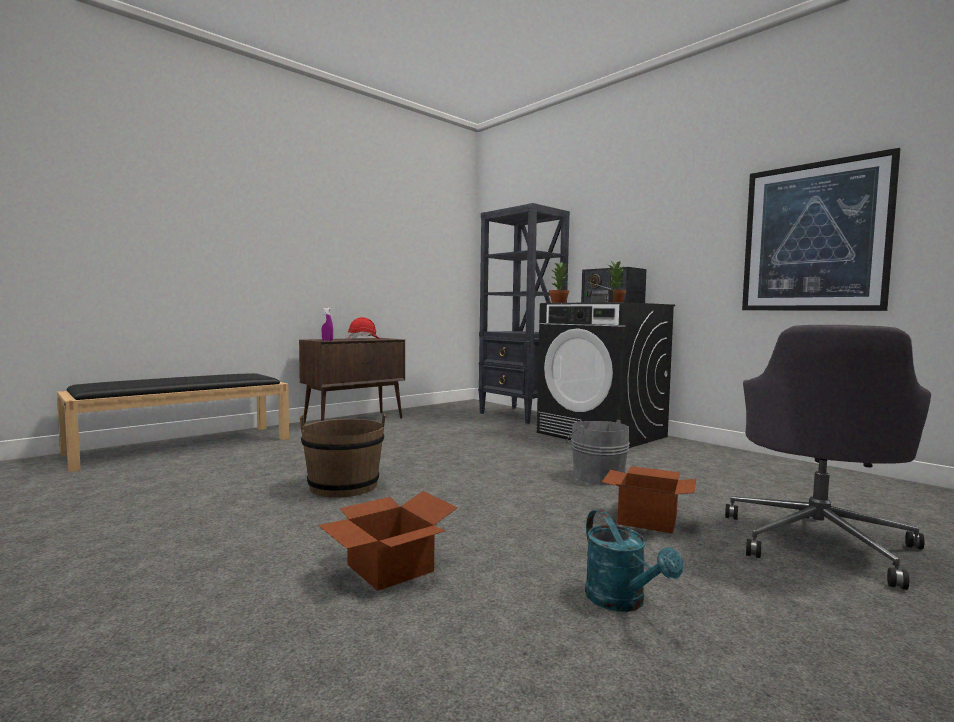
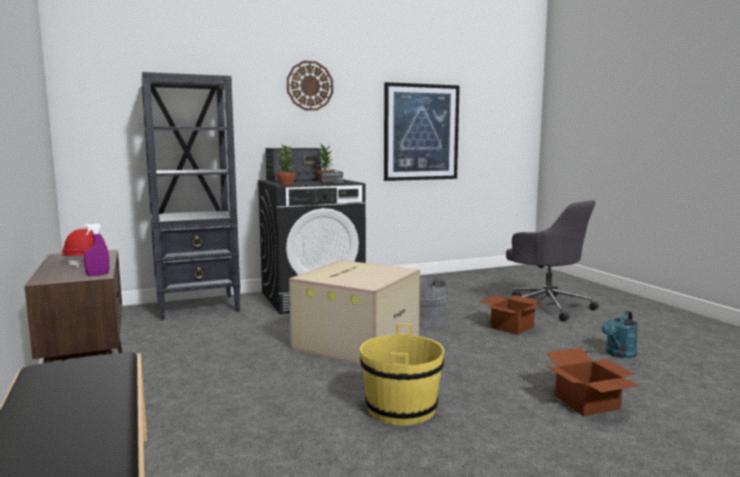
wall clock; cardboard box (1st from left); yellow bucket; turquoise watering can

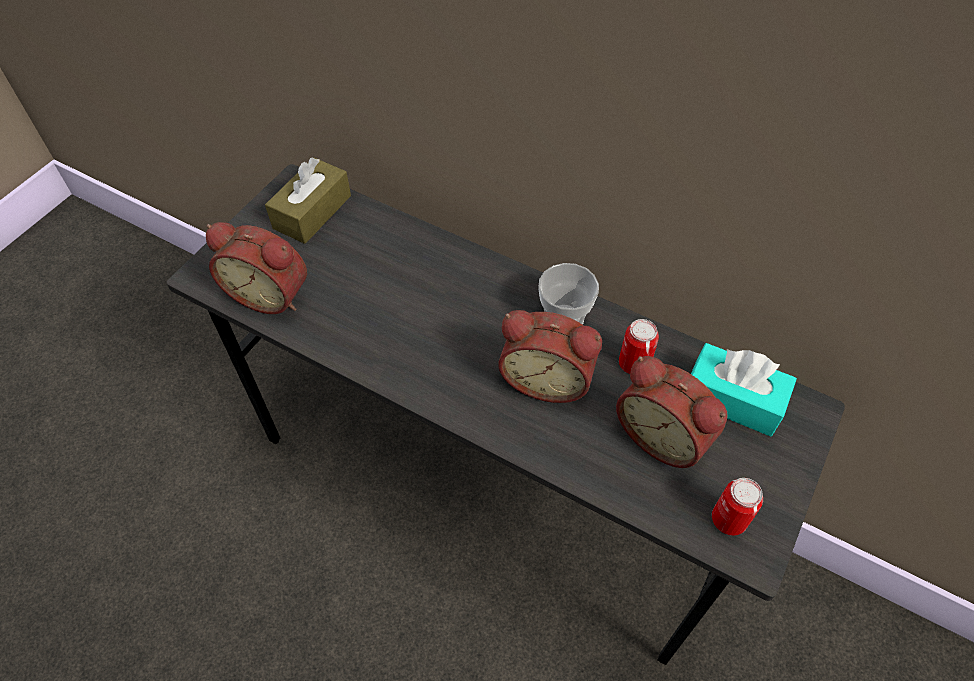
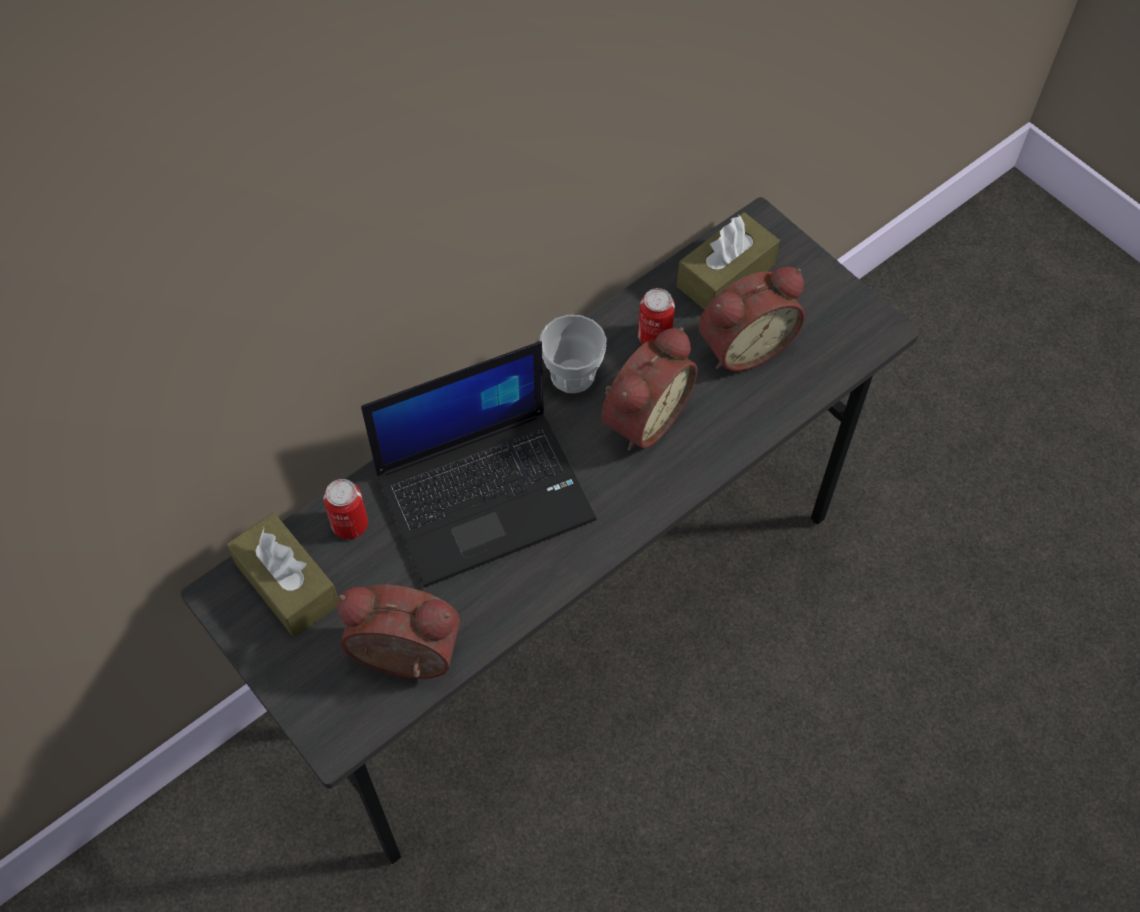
laptop; can (1st from left); brown tissue box (2nd from left); alarm clock (1st from left)

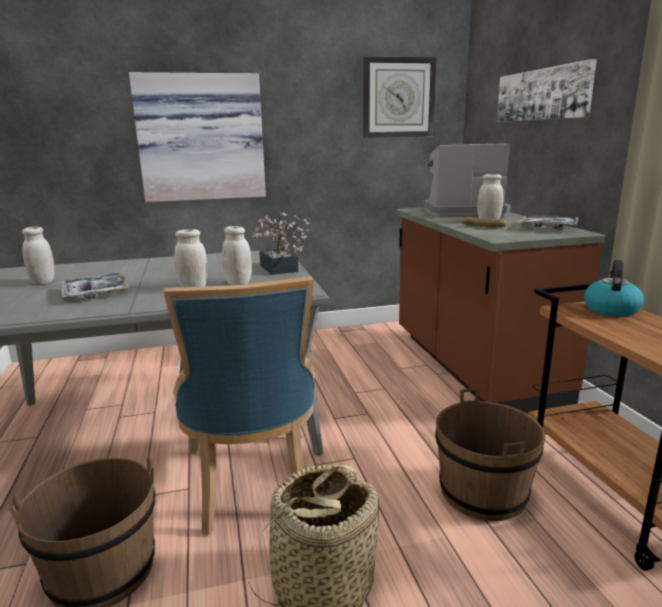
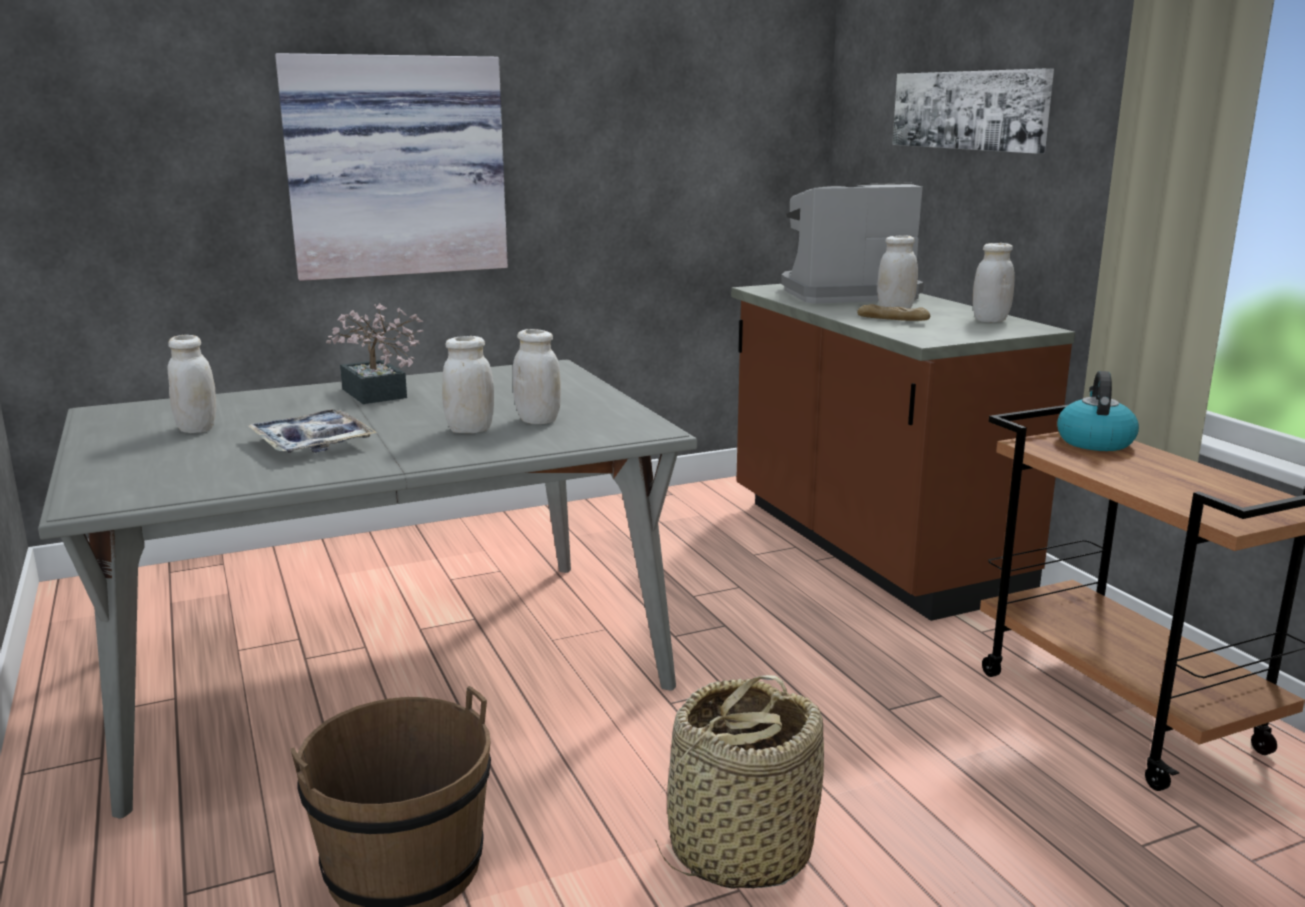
blue chair; wall clock; brown bucket (2nd from left in the first image); potted plant; white jar (5th from left)

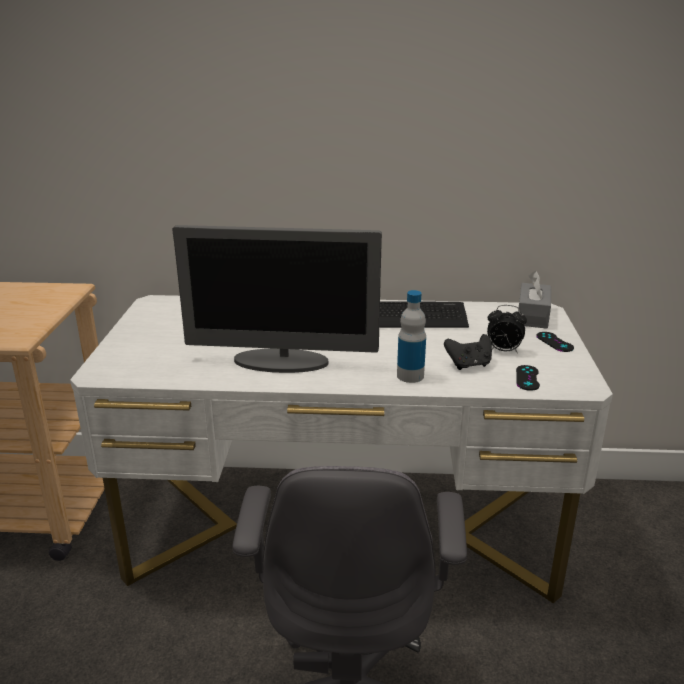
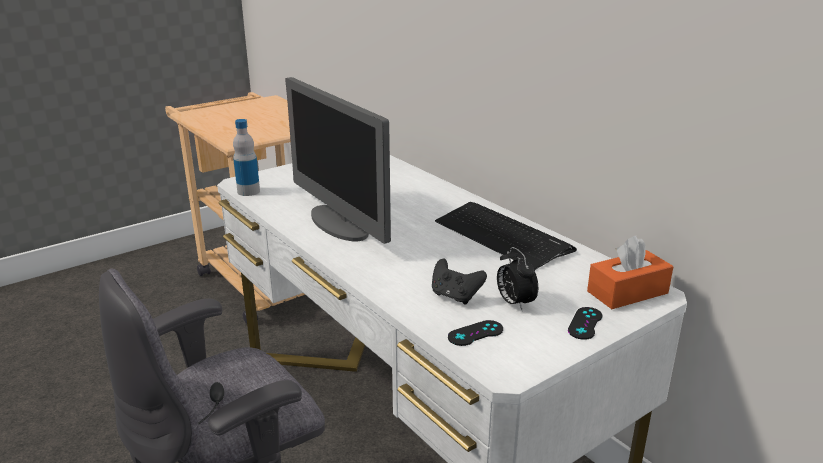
bottle; orange tissue box

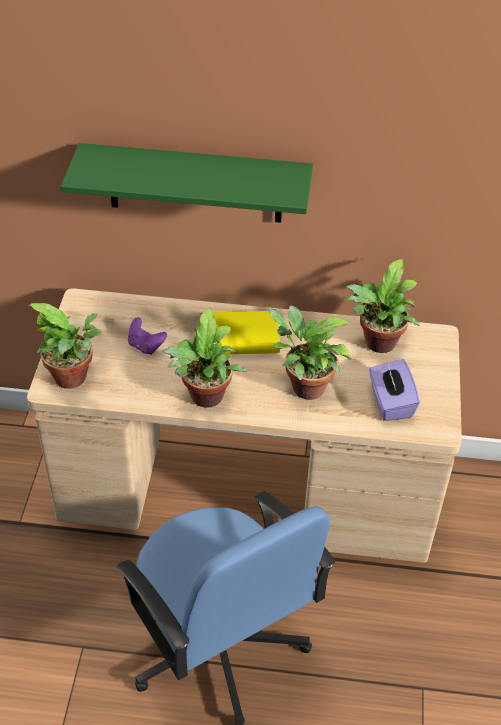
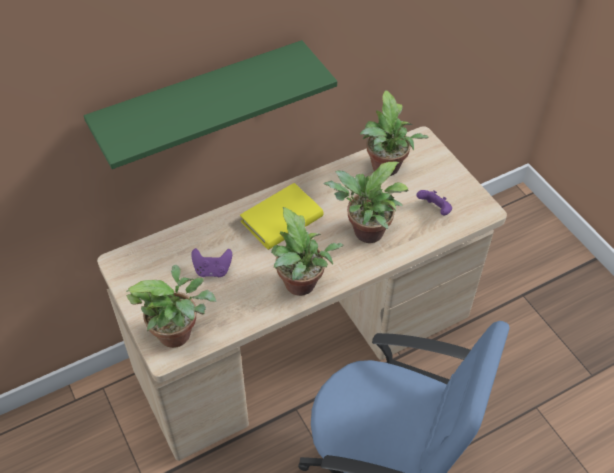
purple game controller (2nd from left)

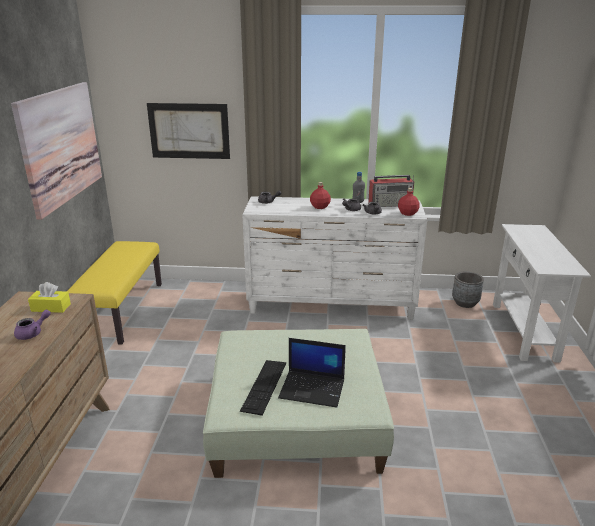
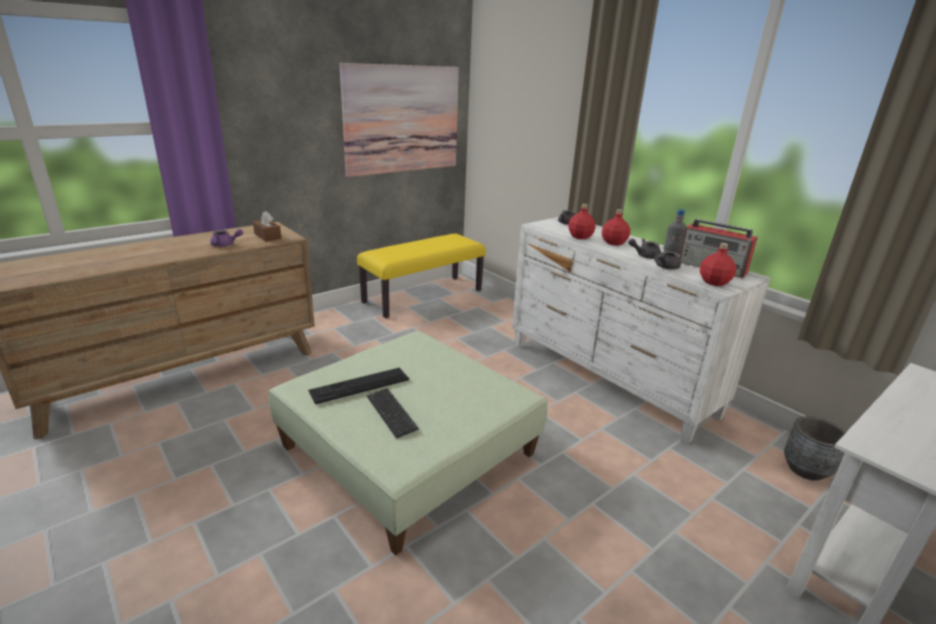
picture (2nd from left in the first image); red bottle (1st from left); keyboard (2nd from left); brown tissue box

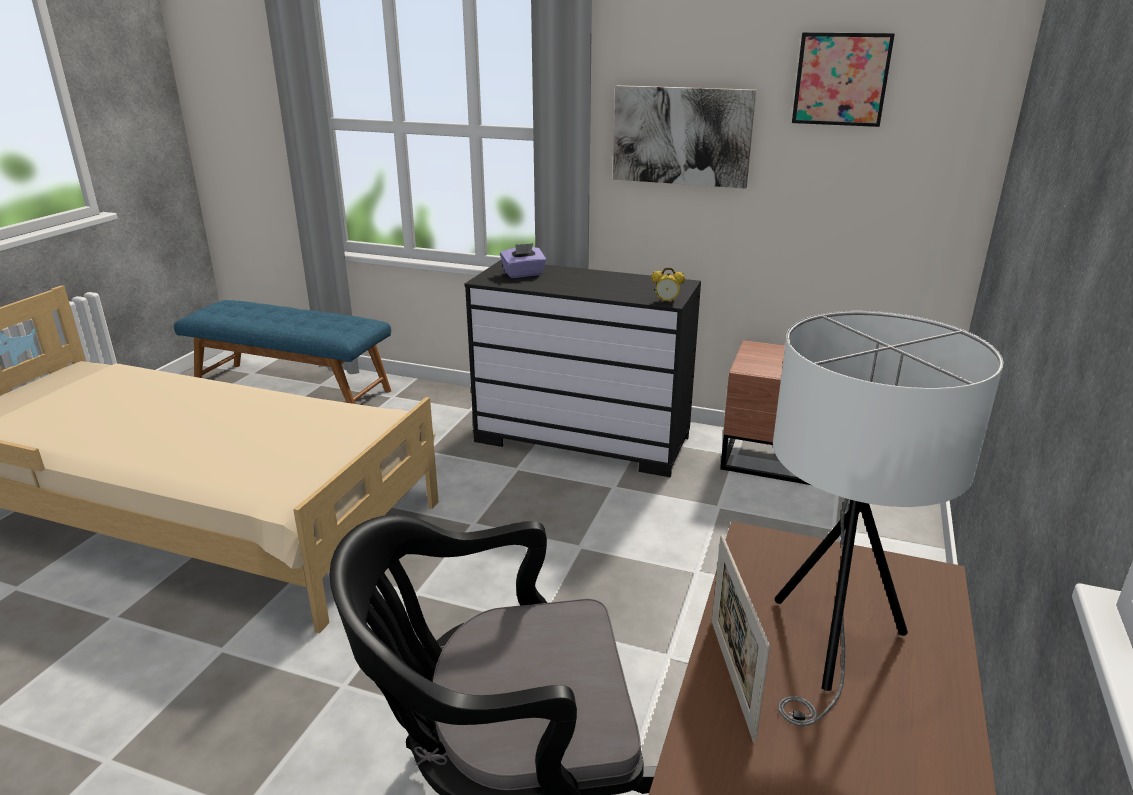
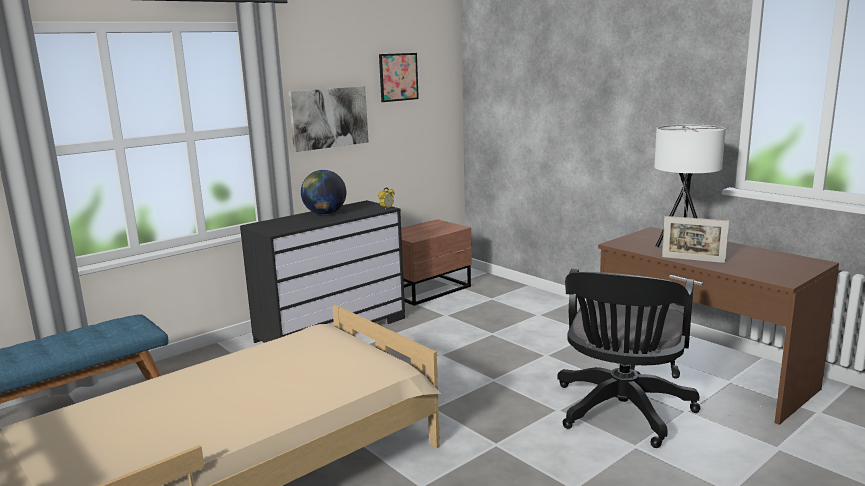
purple tissue box; globe

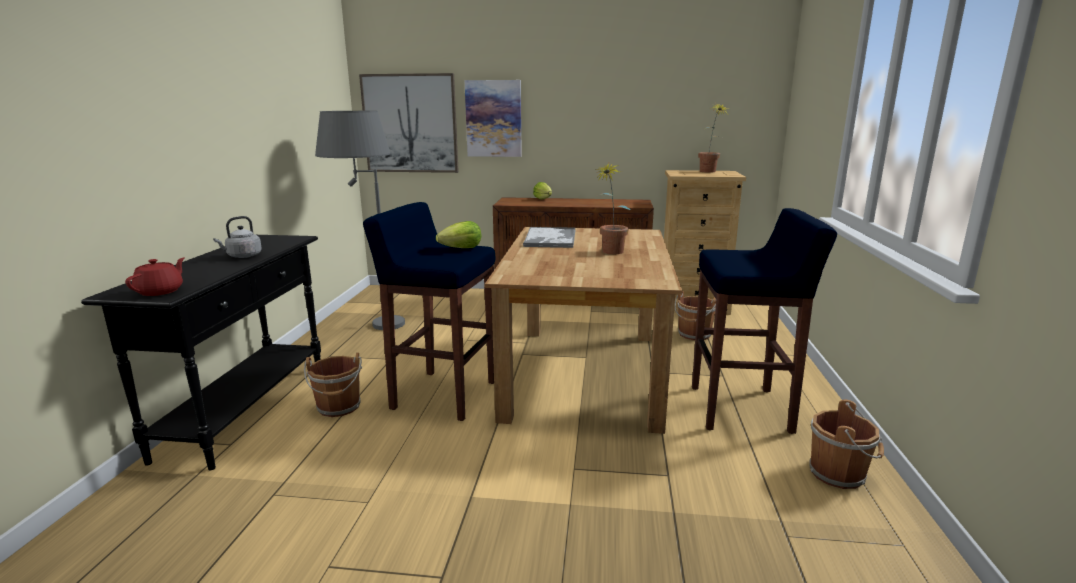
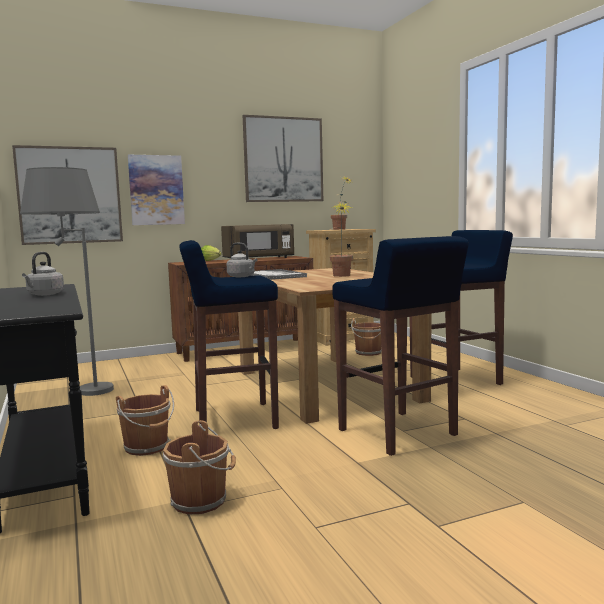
red teapot; brown microwave; picture (3rd from left); blue stool (2nd from left); brown bucket (2nd from left); grey kettle (2nd from left)

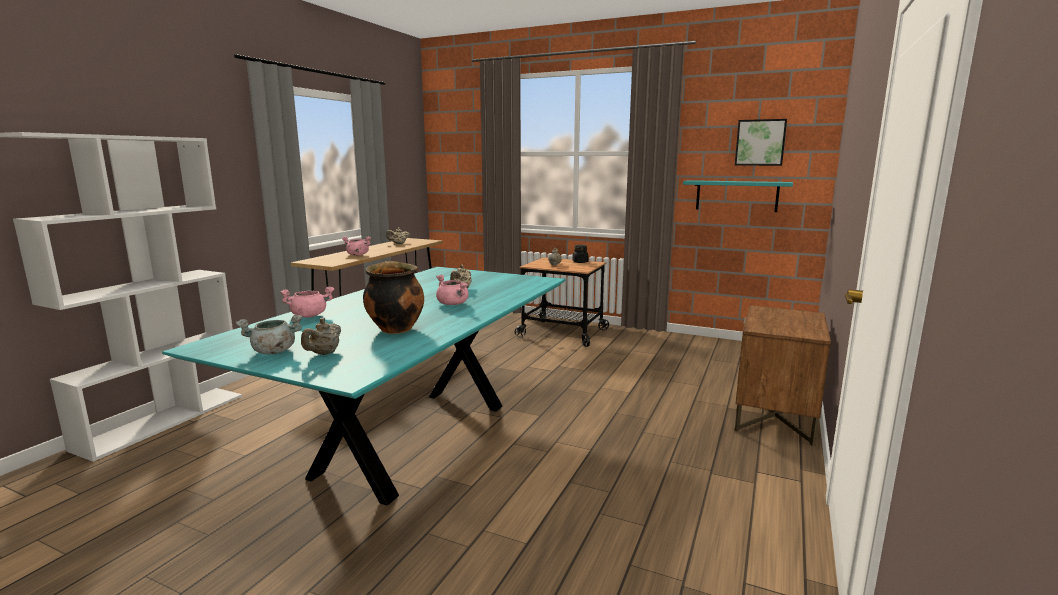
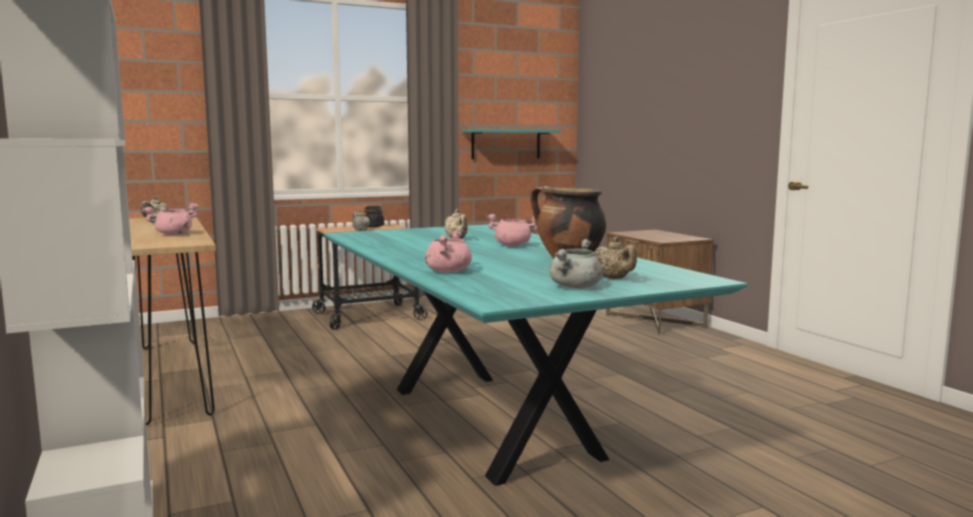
picture

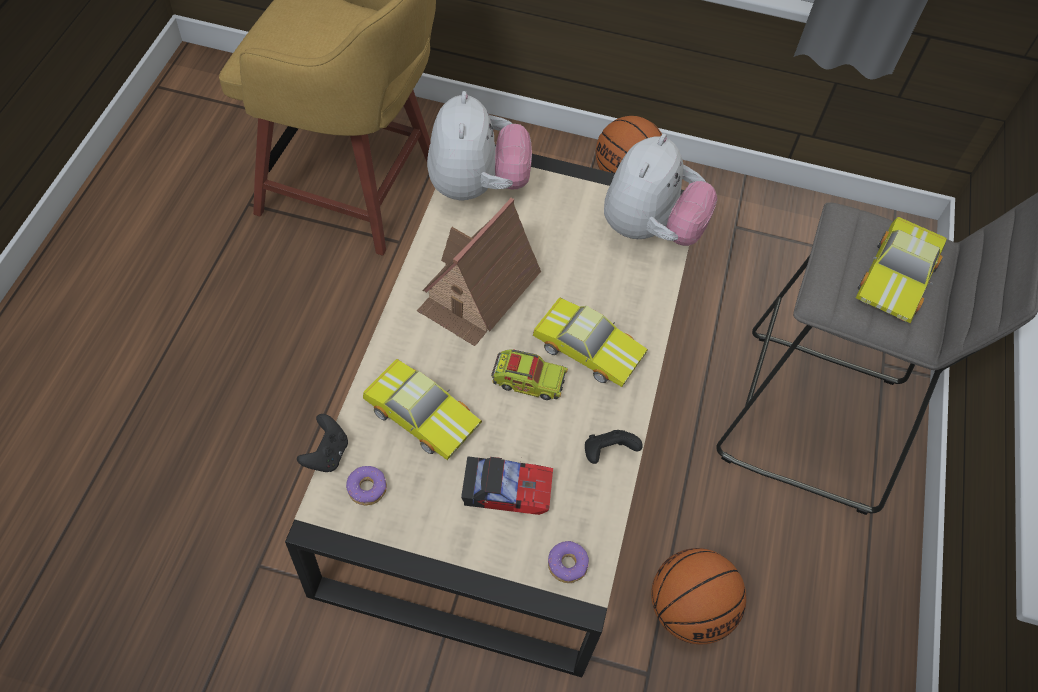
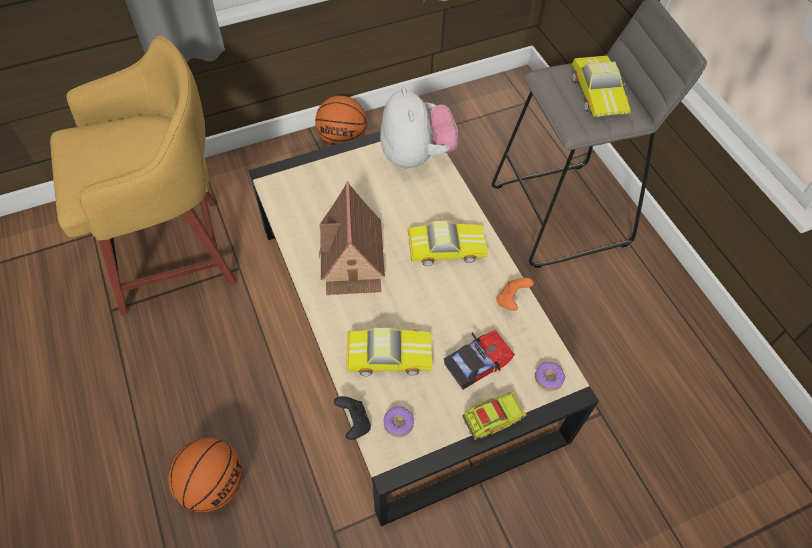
plush toy (1st from left in the first image); toy truck; basketball (1st from left); orange game controller

